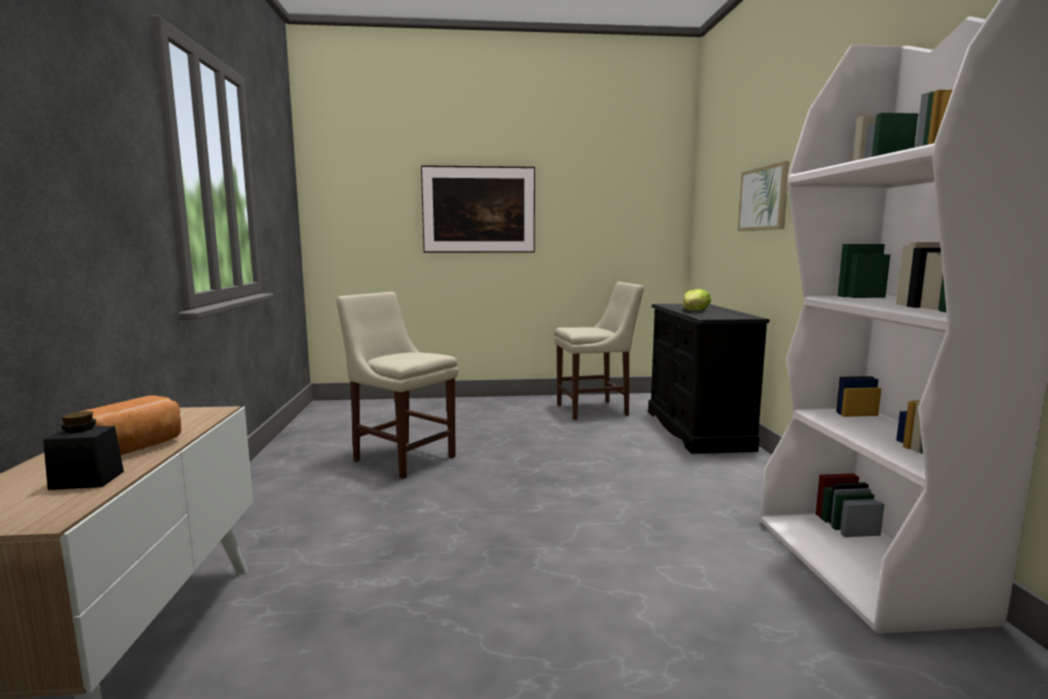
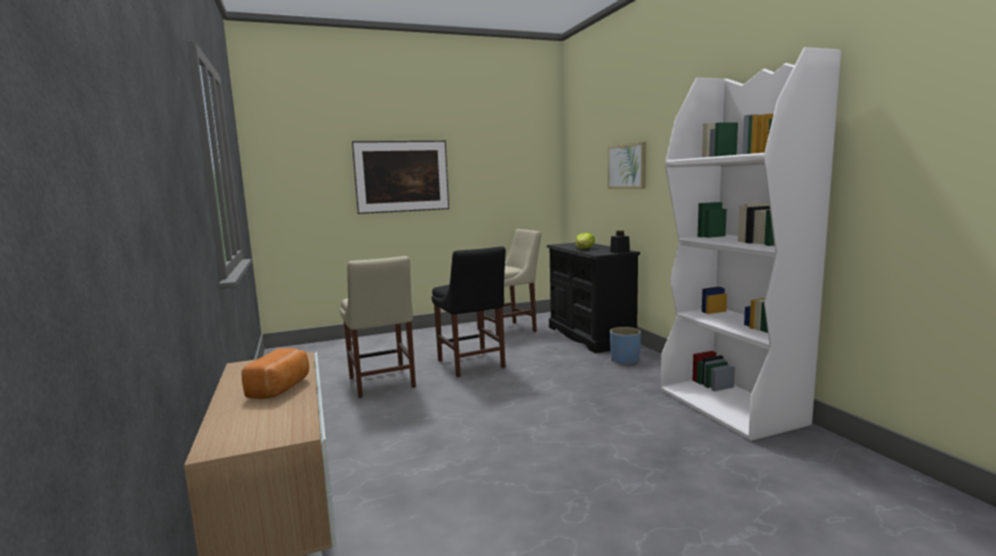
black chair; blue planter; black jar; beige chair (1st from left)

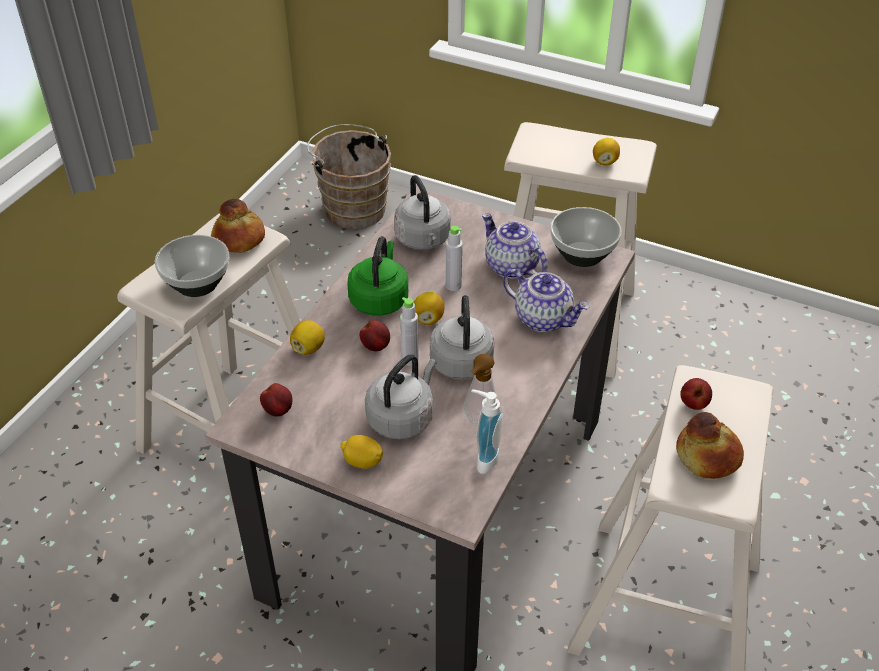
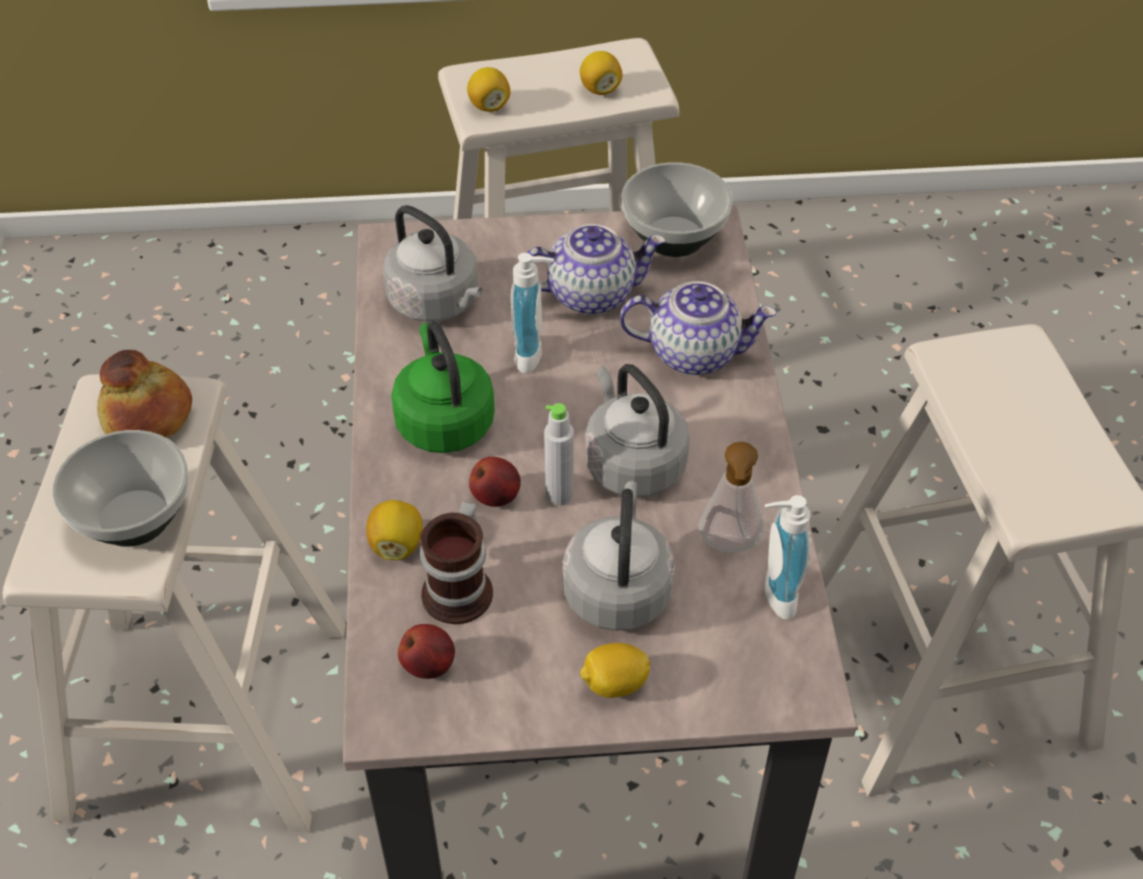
brown bucket; bread (2nd from left in the first image); apple (3rd from left in the first image); mug; lemon (2nd from left); soap dispenser (1st from left); teapot (1st from left)

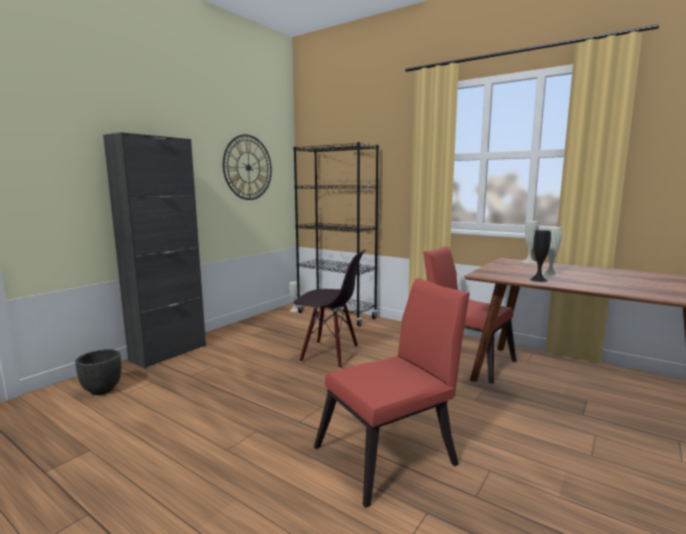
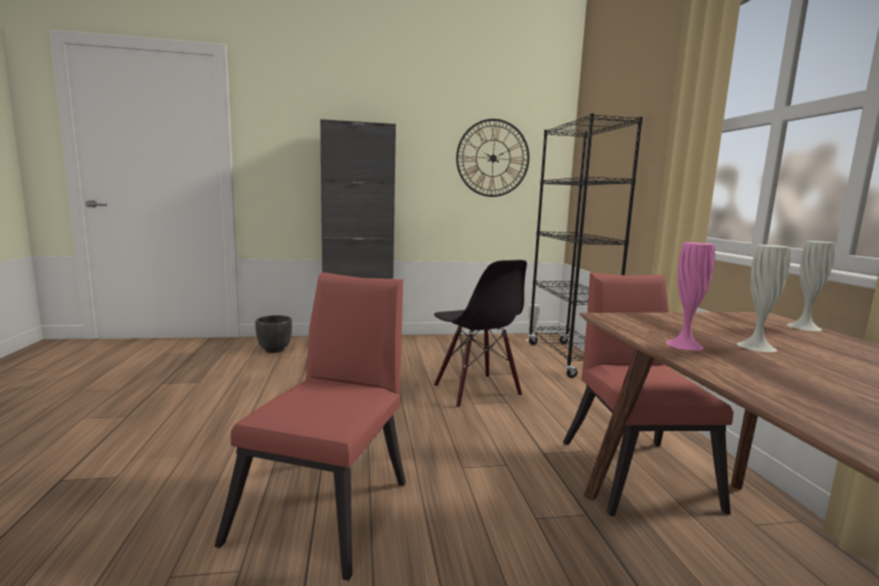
pink vase; red chair (1st from left)

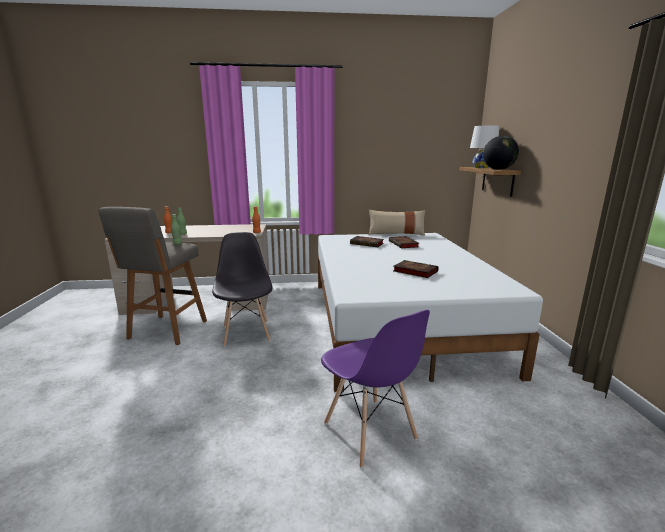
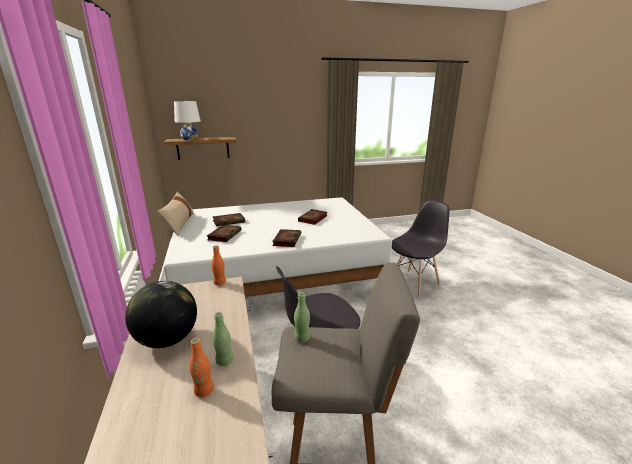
book (3rd from left); globe; grey chair (2nd from left)

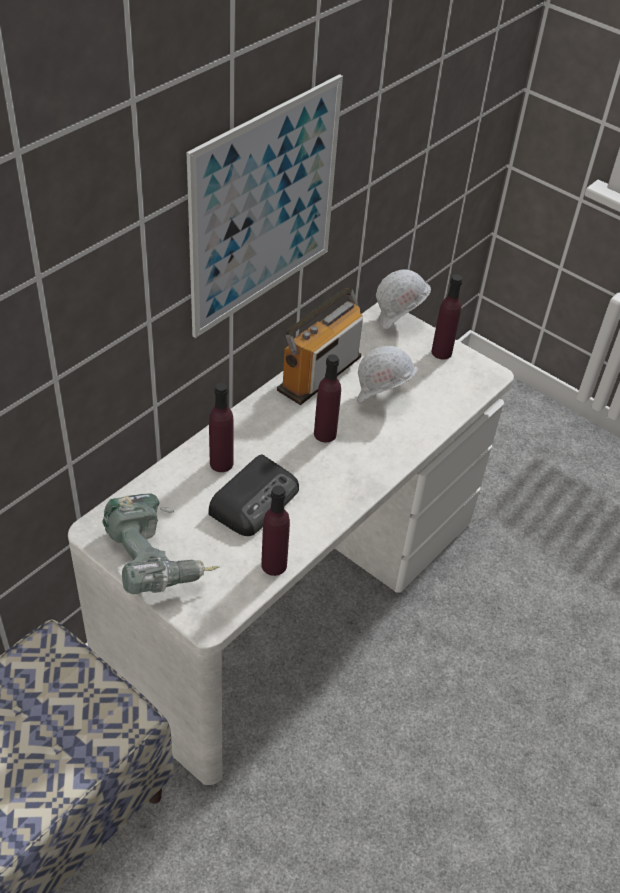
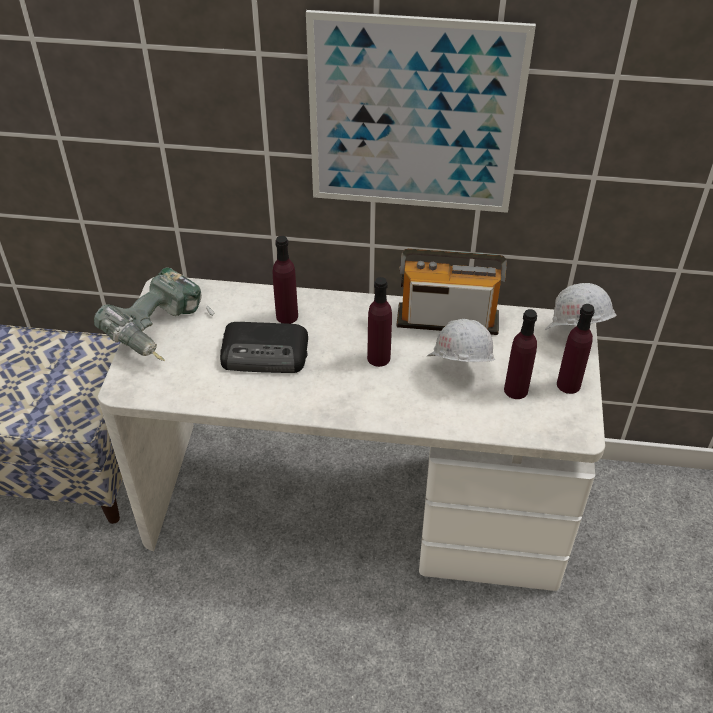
purple bottle (3rd from left)

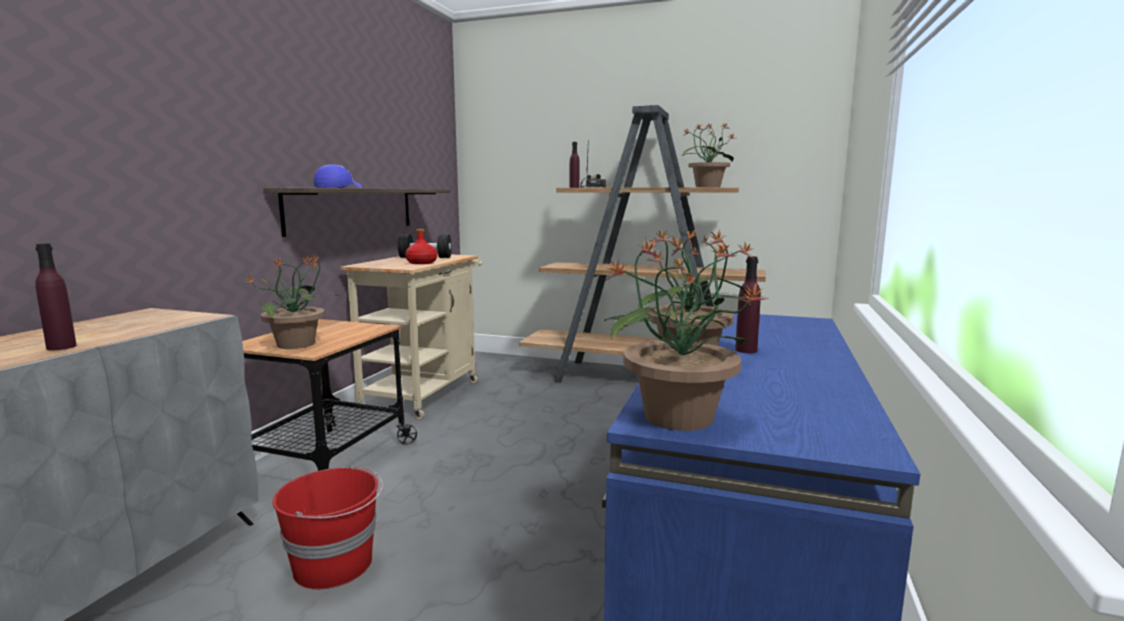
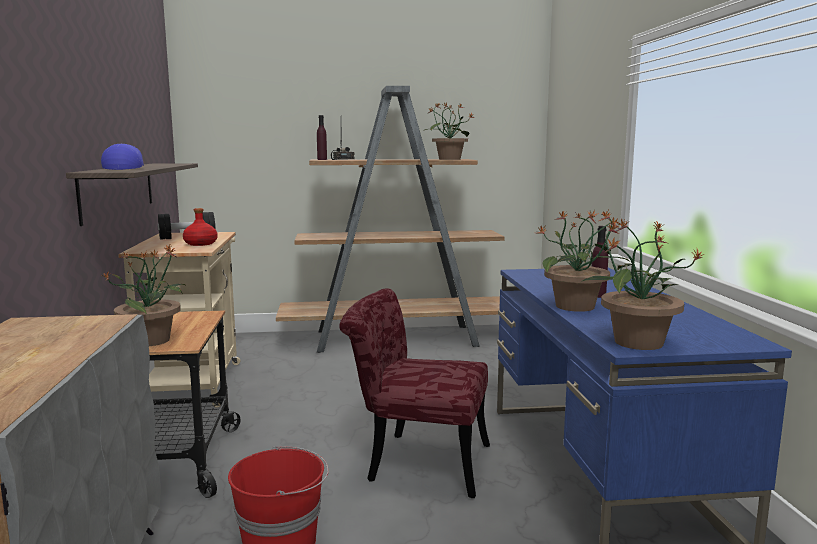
purple bottle (1st from left in the first image); red chair

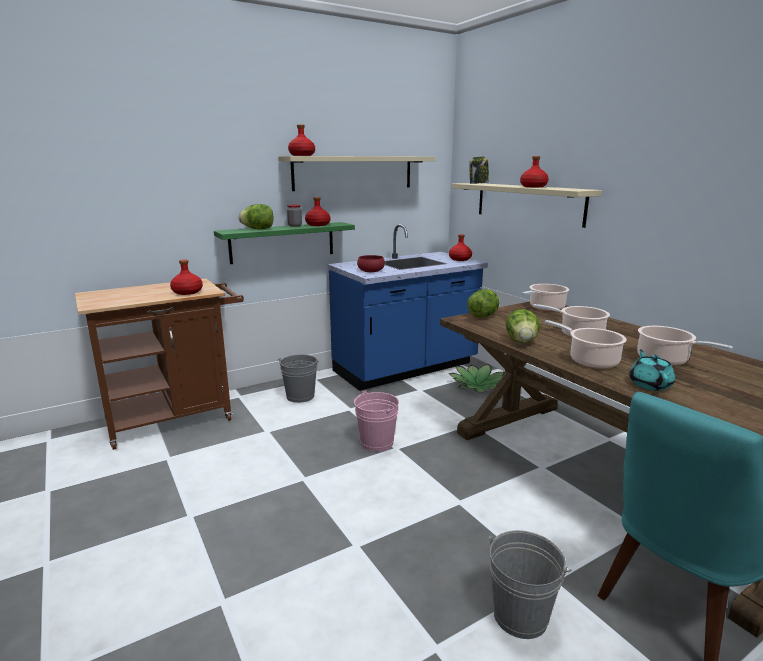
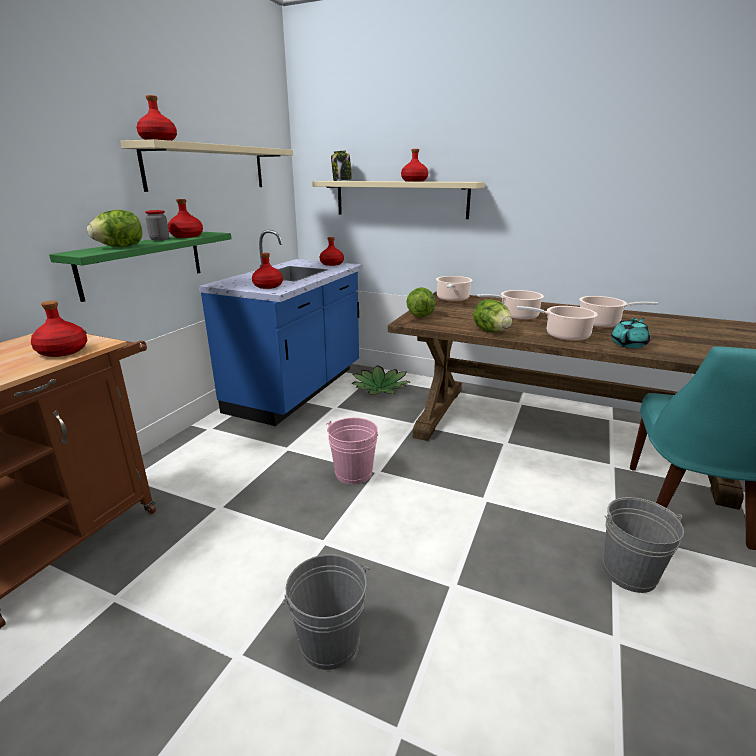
grey bucket (1st from left); red bottle (4th from left); turquoise teapot

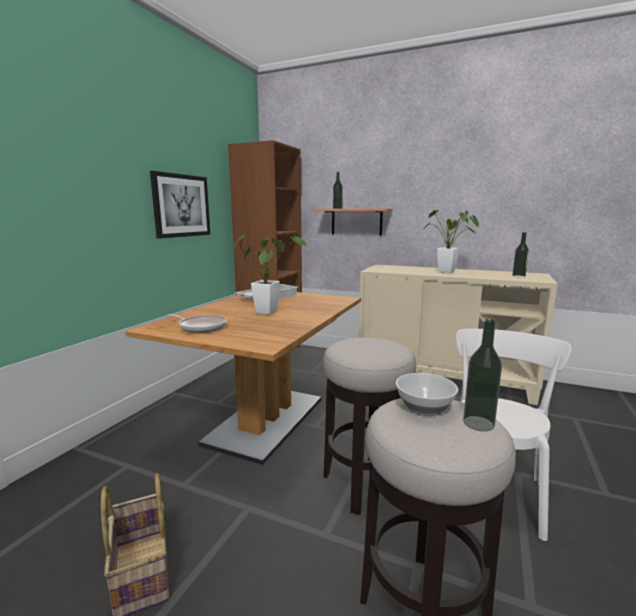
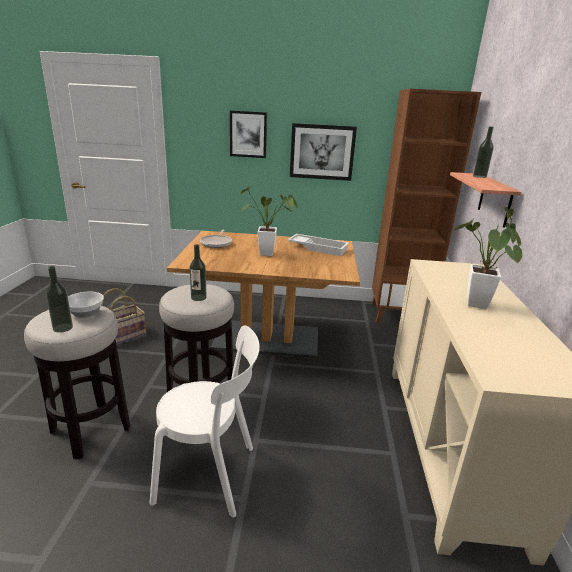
picture (1st from left); bottle (2nd from left)

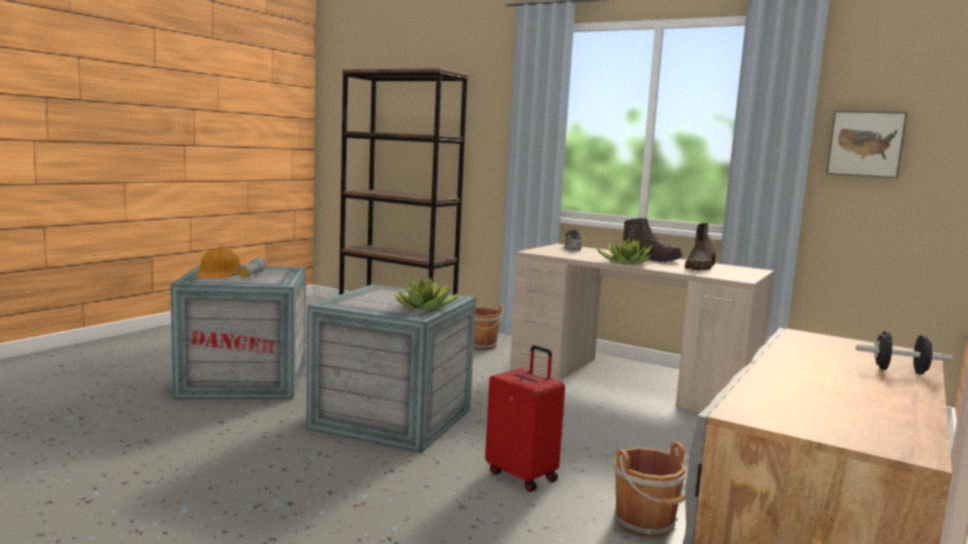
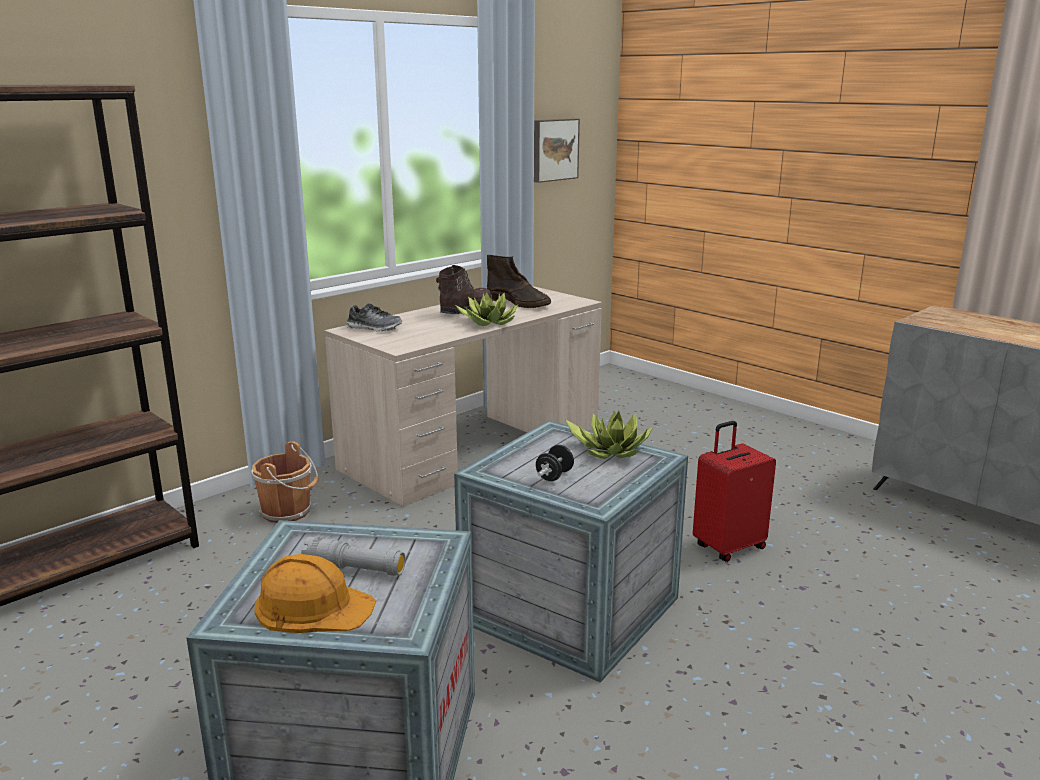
brown bucket (2nd from left in the first image); black dumbbell

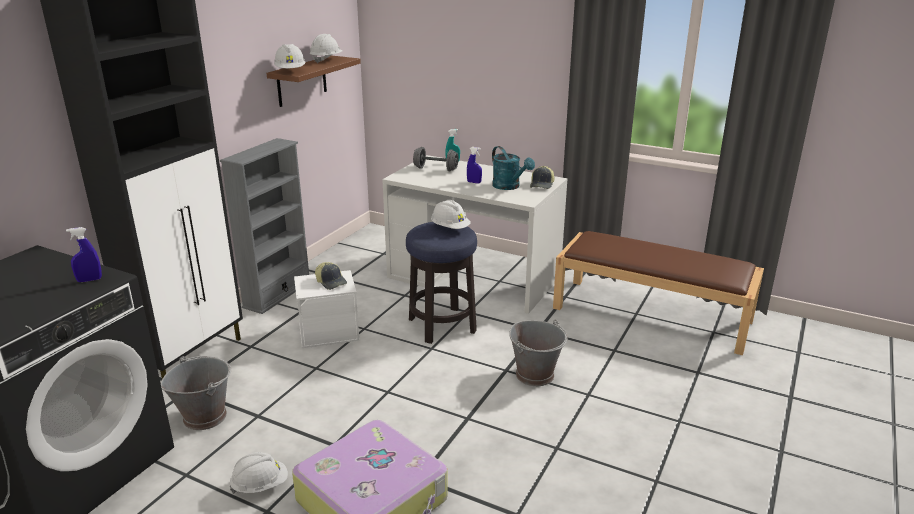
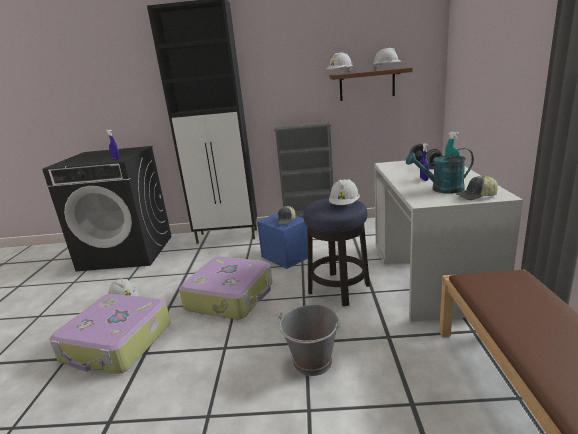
grey bucket (1st from left in the first image); suitcase (2nd from left); blue storage box; turquoise watering can

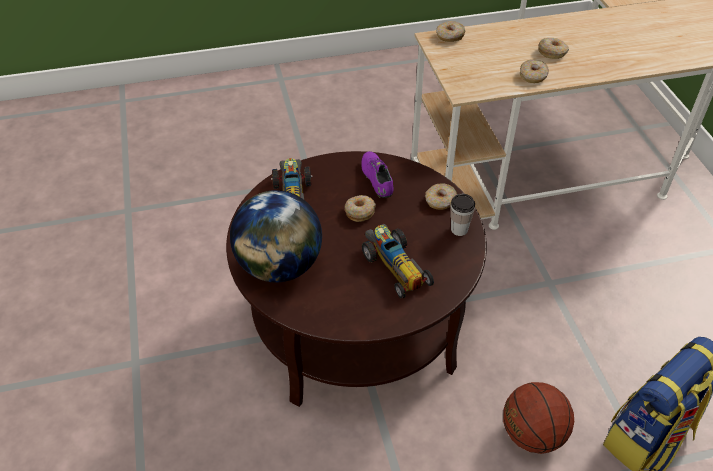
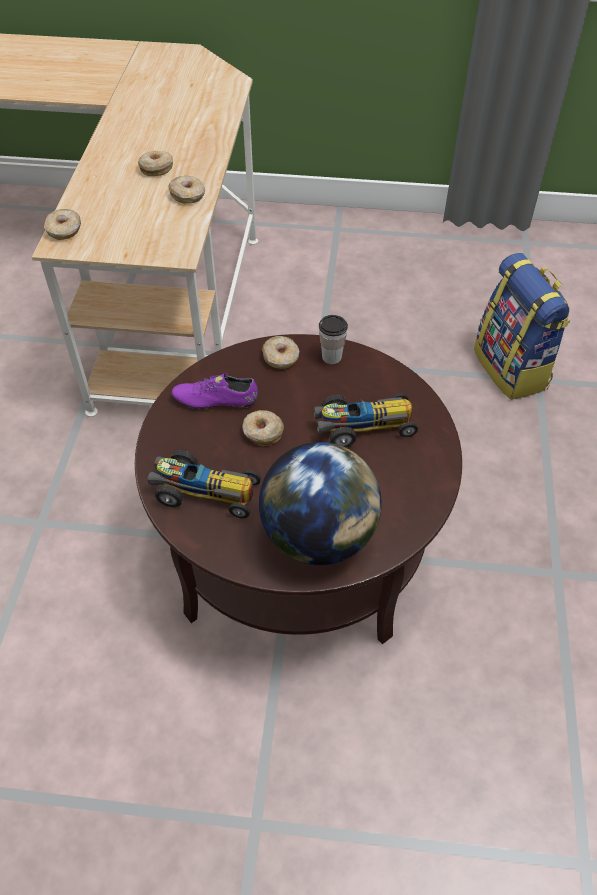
basketball

